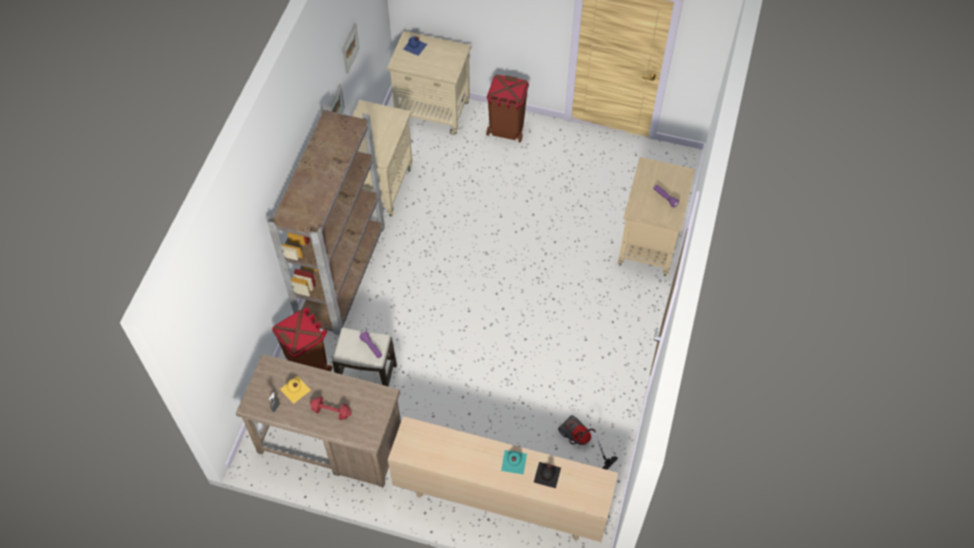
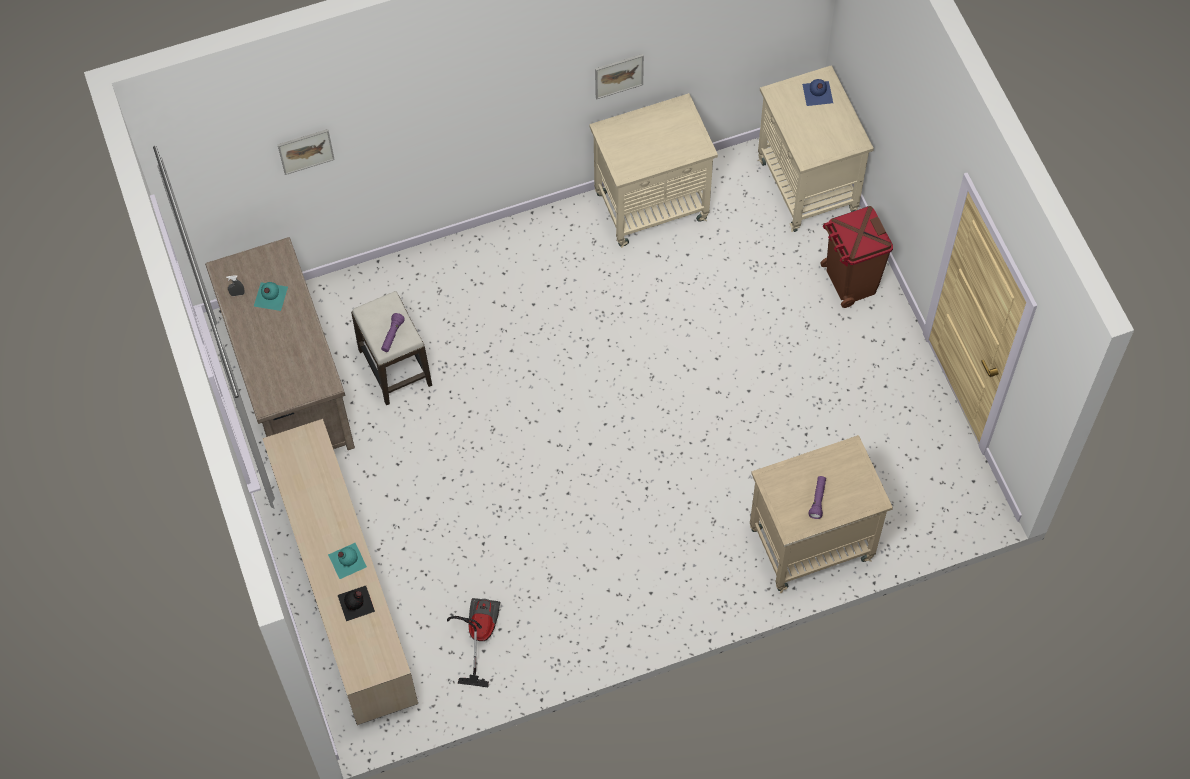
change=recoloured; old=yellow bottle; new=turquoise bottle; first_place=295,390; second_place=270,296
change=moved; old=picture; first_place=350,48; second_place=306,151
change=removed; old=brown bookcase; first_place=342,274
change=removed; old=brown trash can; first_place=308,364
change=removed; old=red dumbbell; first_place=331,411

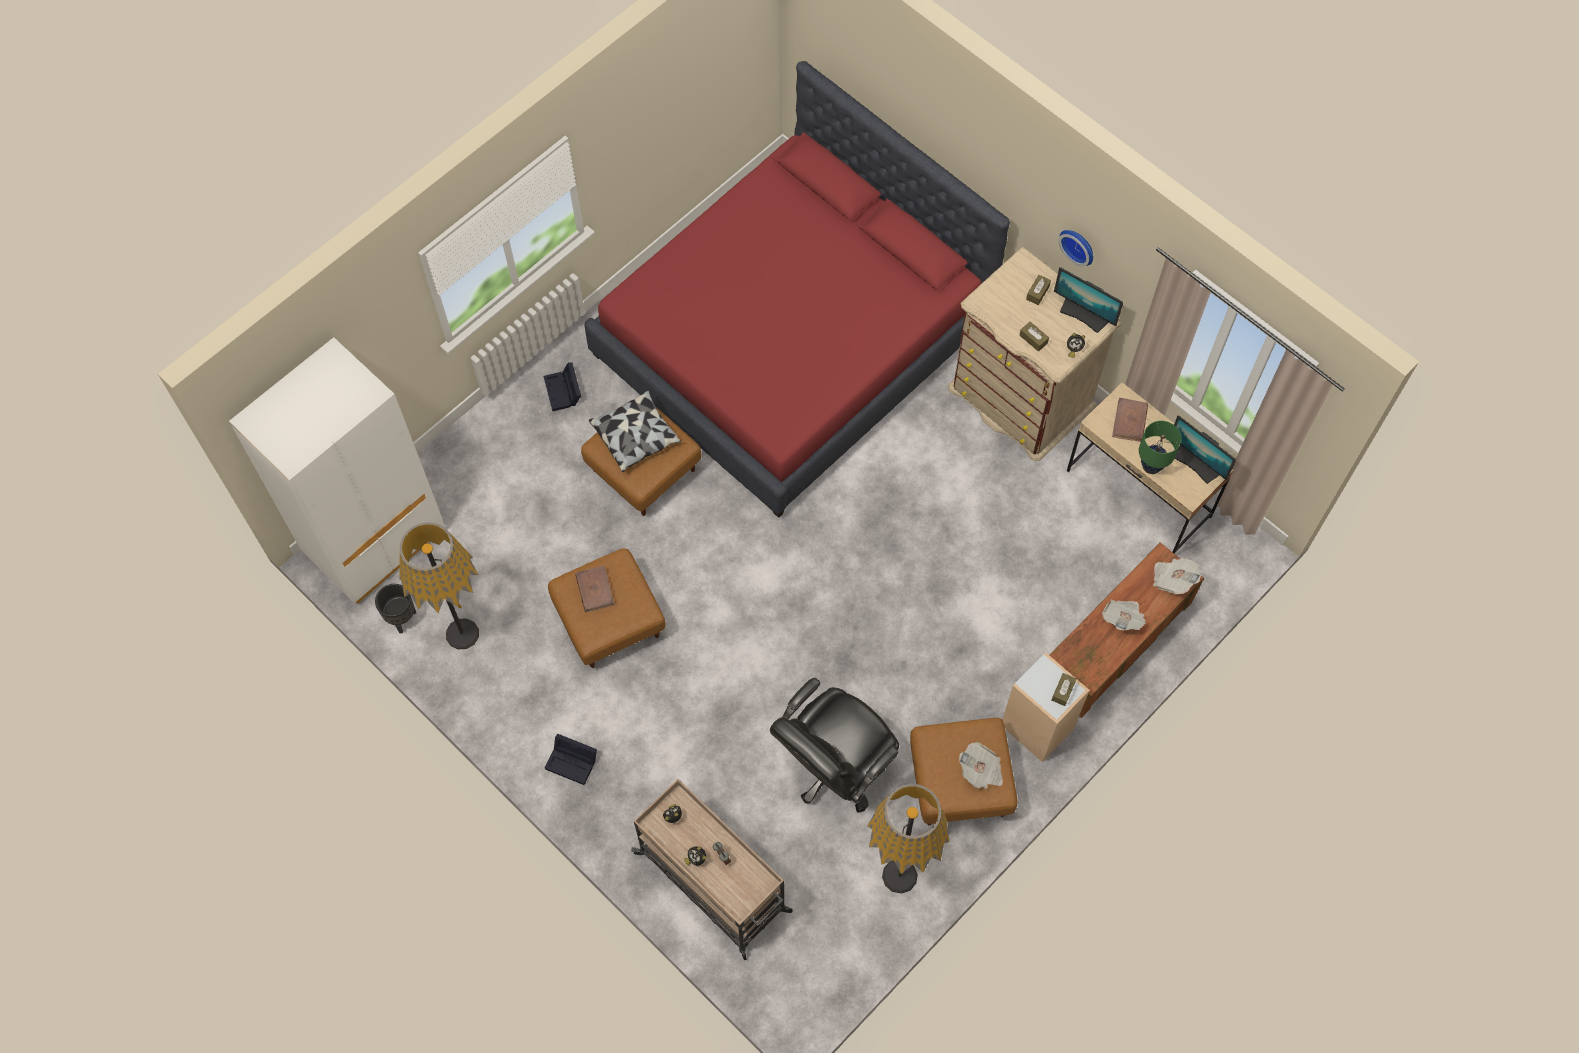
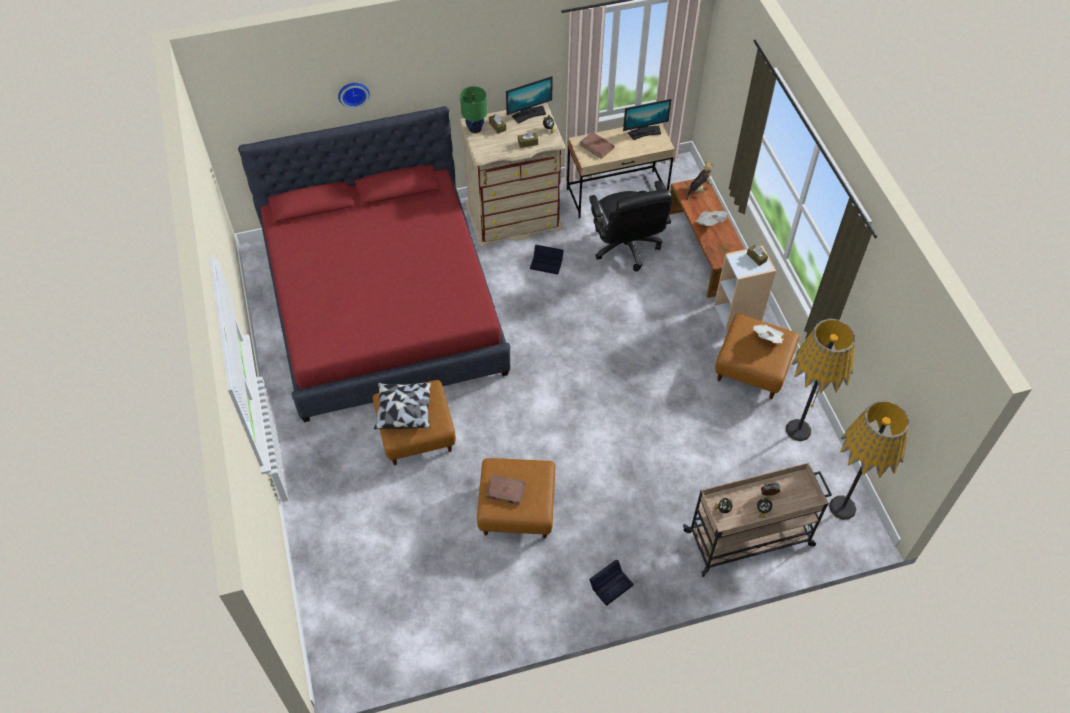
change=moved; old=wall clock; first_place=1078,245; second_place=353,93
change=moved; old=green table lamp; first_place=1151,465; second_place=475,128
change=moved; old=black storage box; first_place=563,392; second_place=547,263
change=moved; old=black office chair; first_place=833,768; second_place=626,249
change=replaced; old=newspaper; new=plush toy; first_place=1173,579; second_place=699,189
change=moved; old=floor lamp; first_place=462,633; second_place=842,507
change=removed; old=white wardrobe; first_place=375,542
change=removed; old=black planter; first_place=401,618

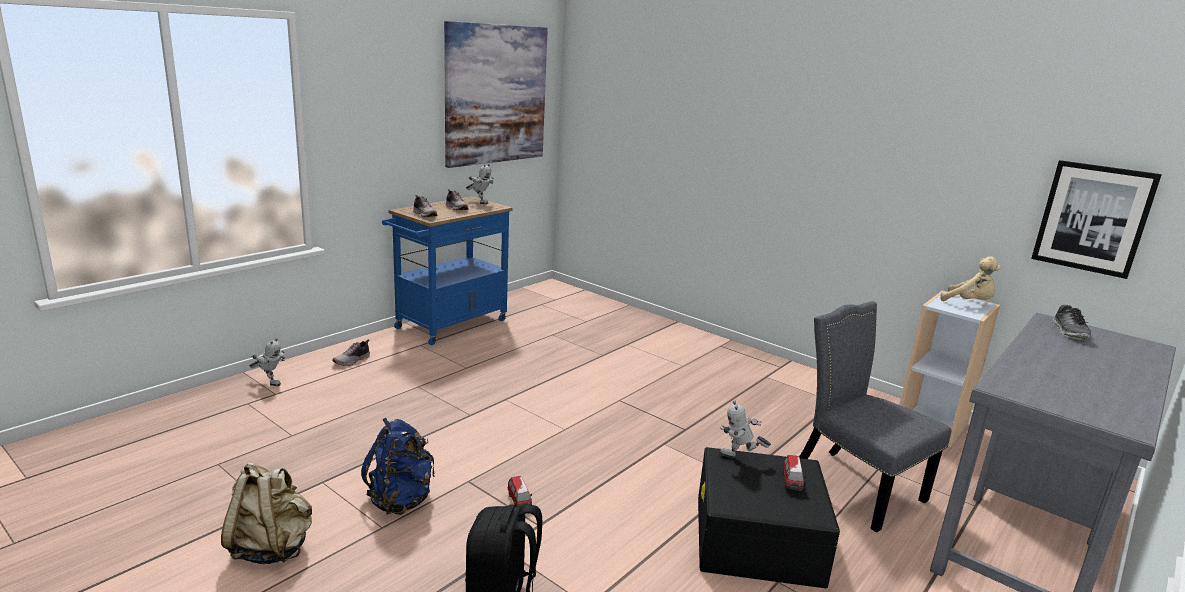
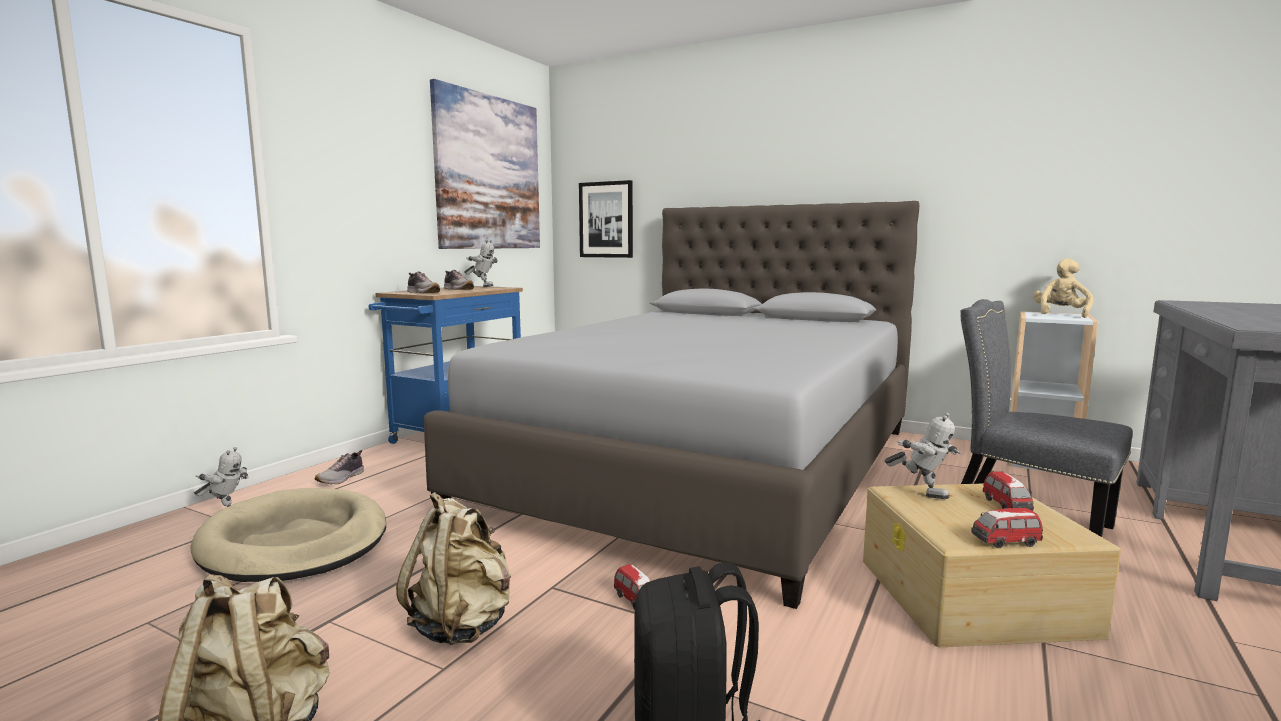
change=added; new=beige dog bed; second_place=295,542
change=recoloured; old=blue backpack; new=beige backpack; first_place=401,500; second_place=462,625
change=added; new=grey bed; second_place=708,465
change=moved; old=picture; first_place=1093,218; second_place=606,219
change=recoloured; old=black storage box; new=beige storage box; first_place=757,540; second_place=973,596
change=turned; old=toy robot; first_place=739,459; second_place=921,492; degrees=-135
change=added; new=toy car; second_place=1005,542
change=turned; old=beige plush toy; first_place=969,303; second_place=1060,314; degrees=-90
change=removed; old=shoe; first_place=1069,332

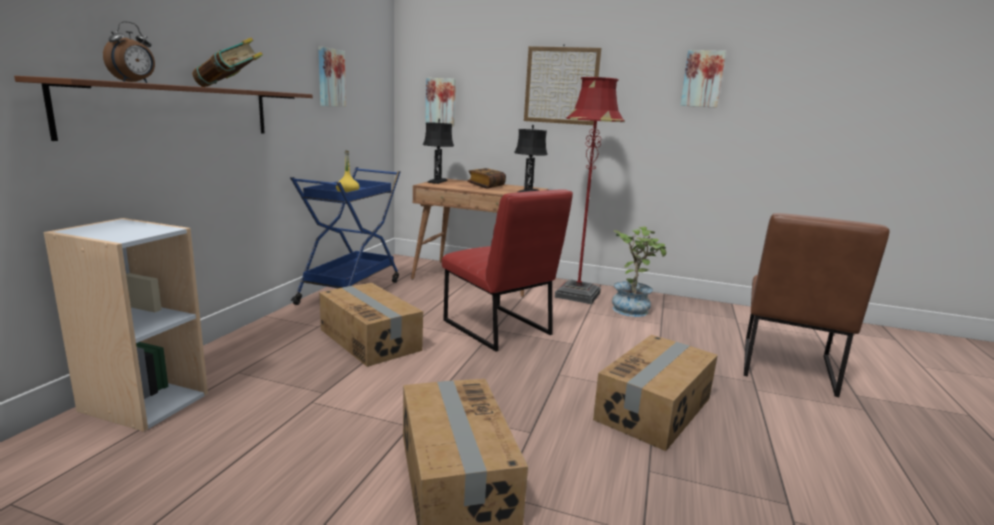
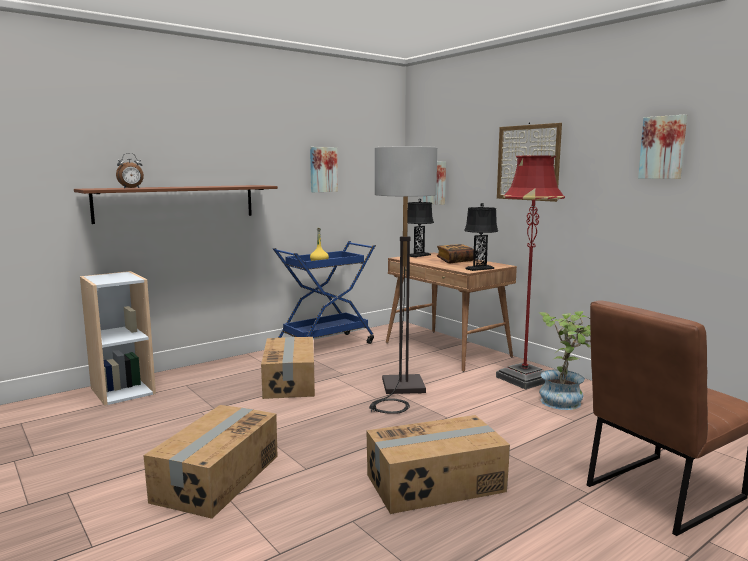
change=replaced; old=red chair; new=floor lamp; first_place=498,328; second_place=399,392
change=removed; old=book; first_place=229,88

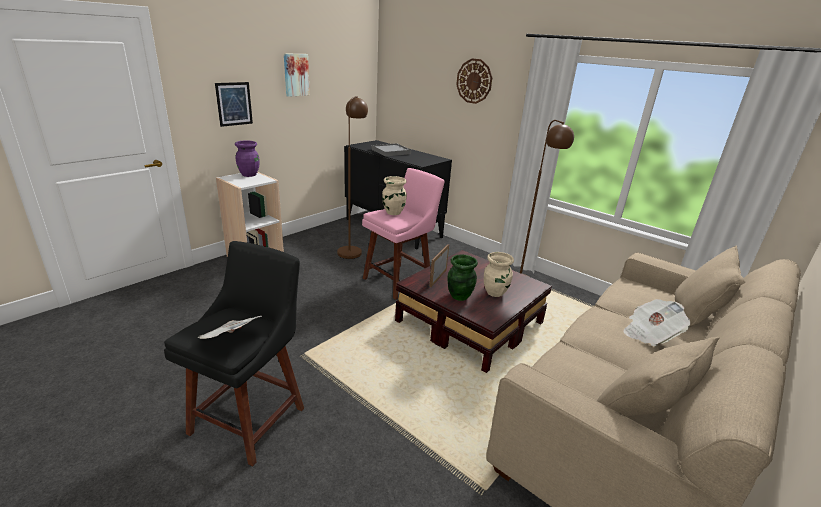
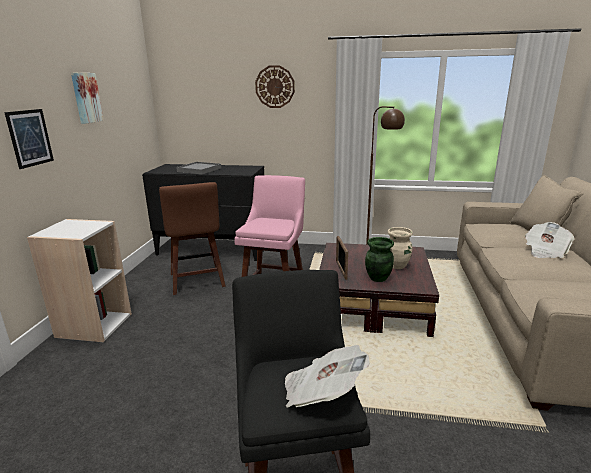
change=replaced; old=brown floor lamp; new=brown stool; first_place=352,250; second_place=197,281
change=removed; old=purple vase; first_place=249,174
change=removed; old=beige vase; first_place=393,212

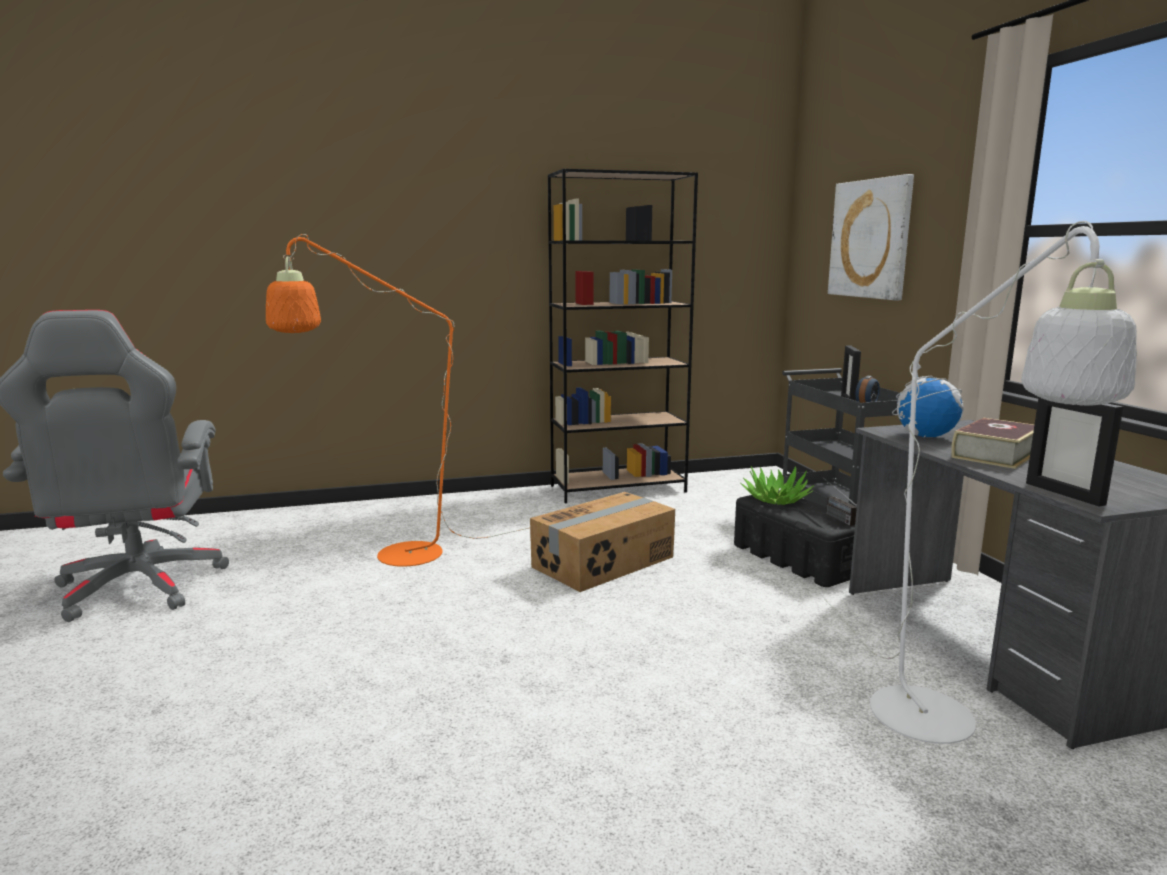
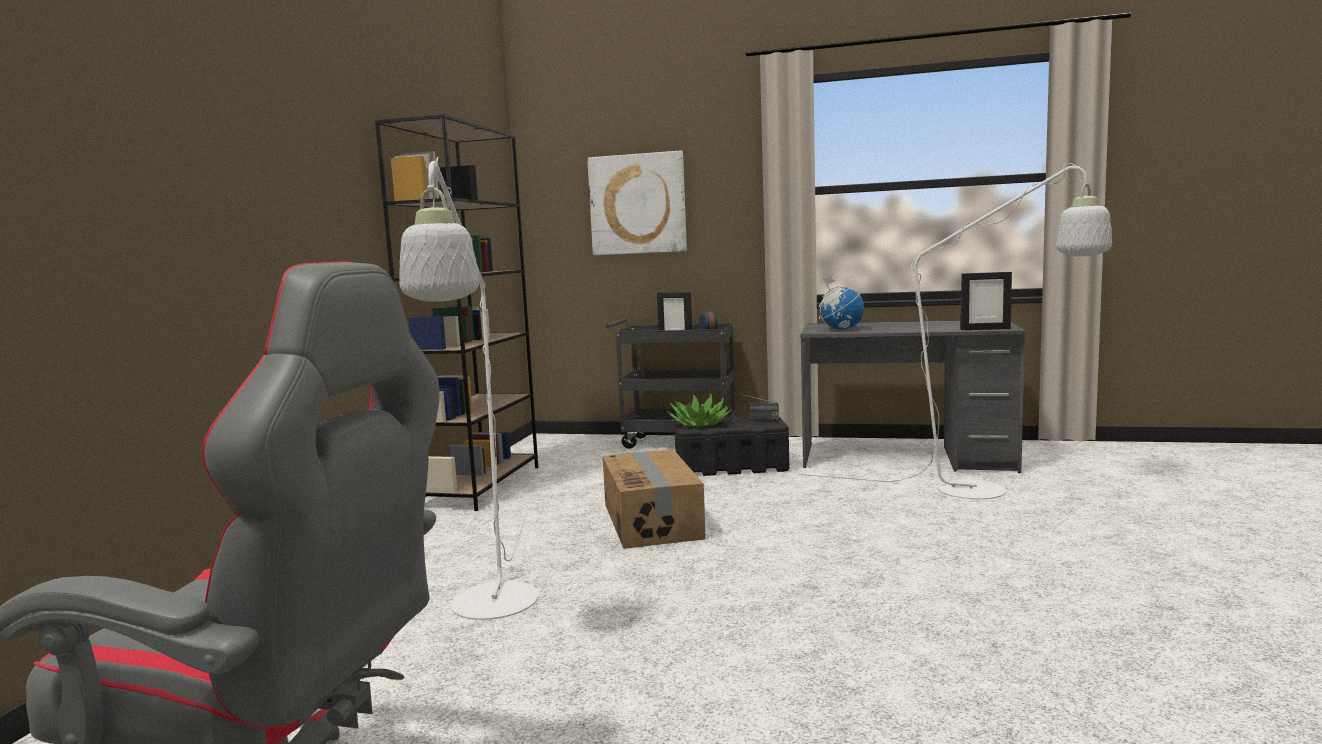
change=recoloured; old=orange floor lamp; new=white floor lamp; first_place=393,557; second_place=492,610
change=removed; old=book; first_place=996,454

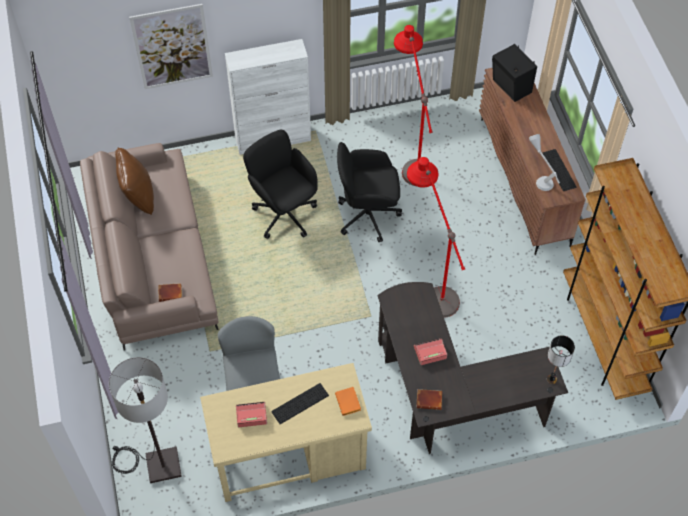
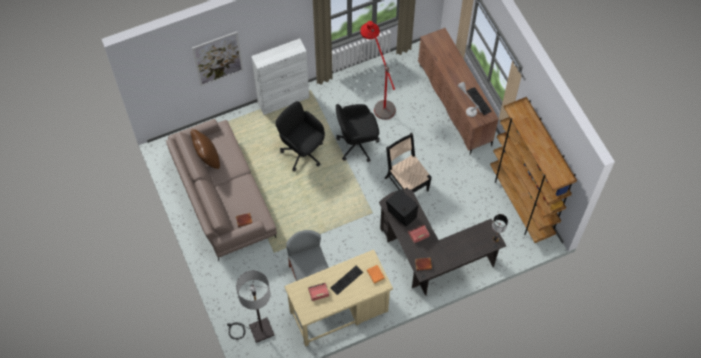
change=replaced; old=red floor lamp; new=chair; first_place=431,282; second_place=406,184
change=moved; old=black speaker; first_place=511,87; second_place=401,215

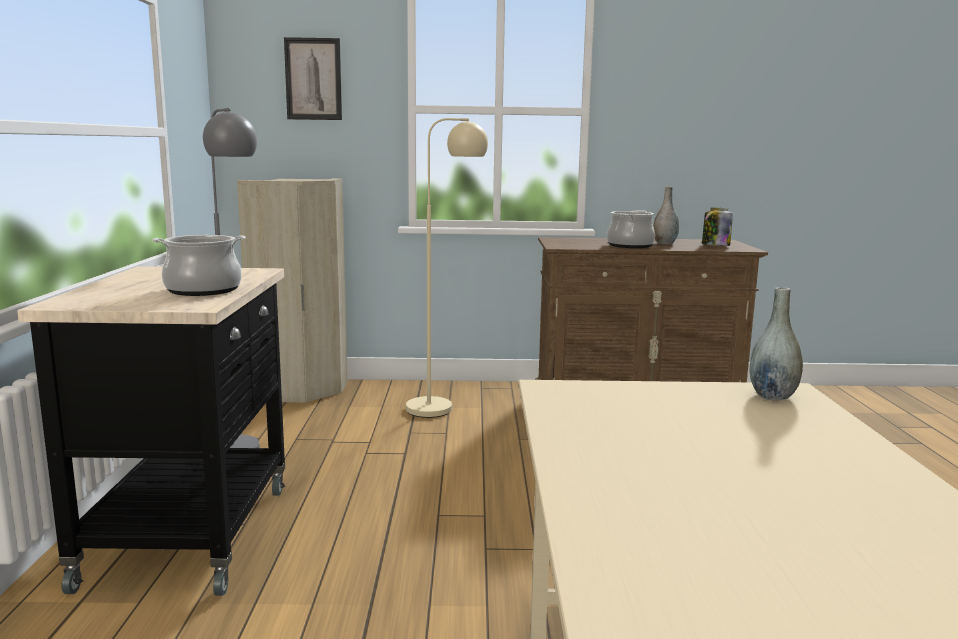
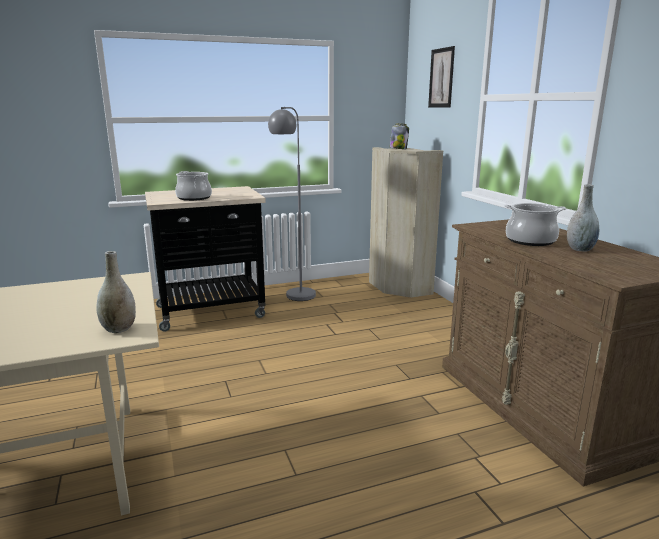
change=moved; old=jar; first_place=715,246; second_place=398,149
change=removed; old=beige floor lamp; first_place=443,408

